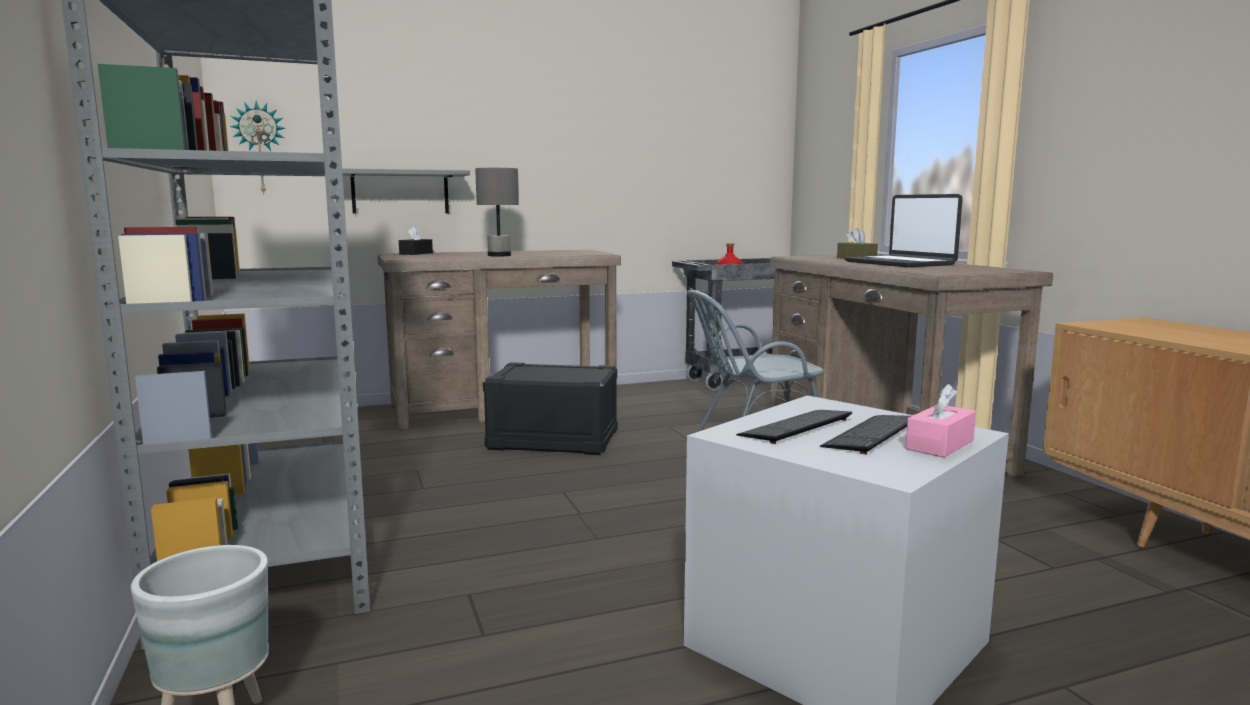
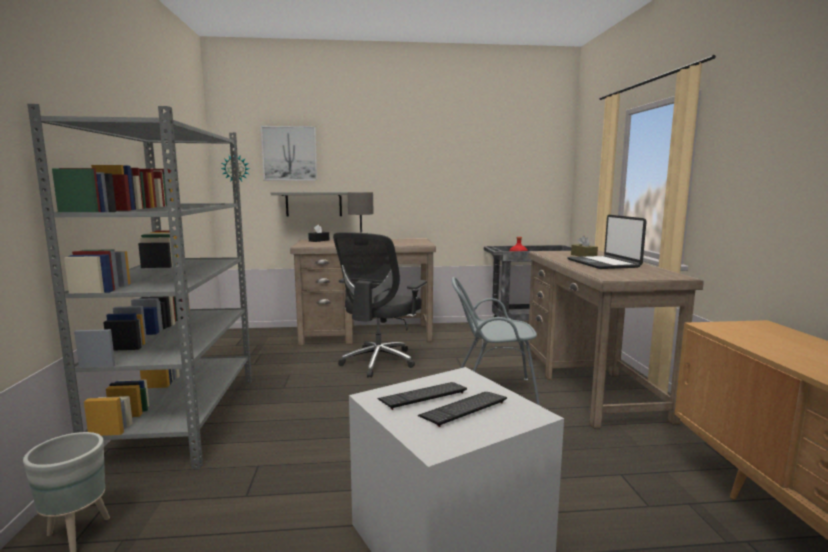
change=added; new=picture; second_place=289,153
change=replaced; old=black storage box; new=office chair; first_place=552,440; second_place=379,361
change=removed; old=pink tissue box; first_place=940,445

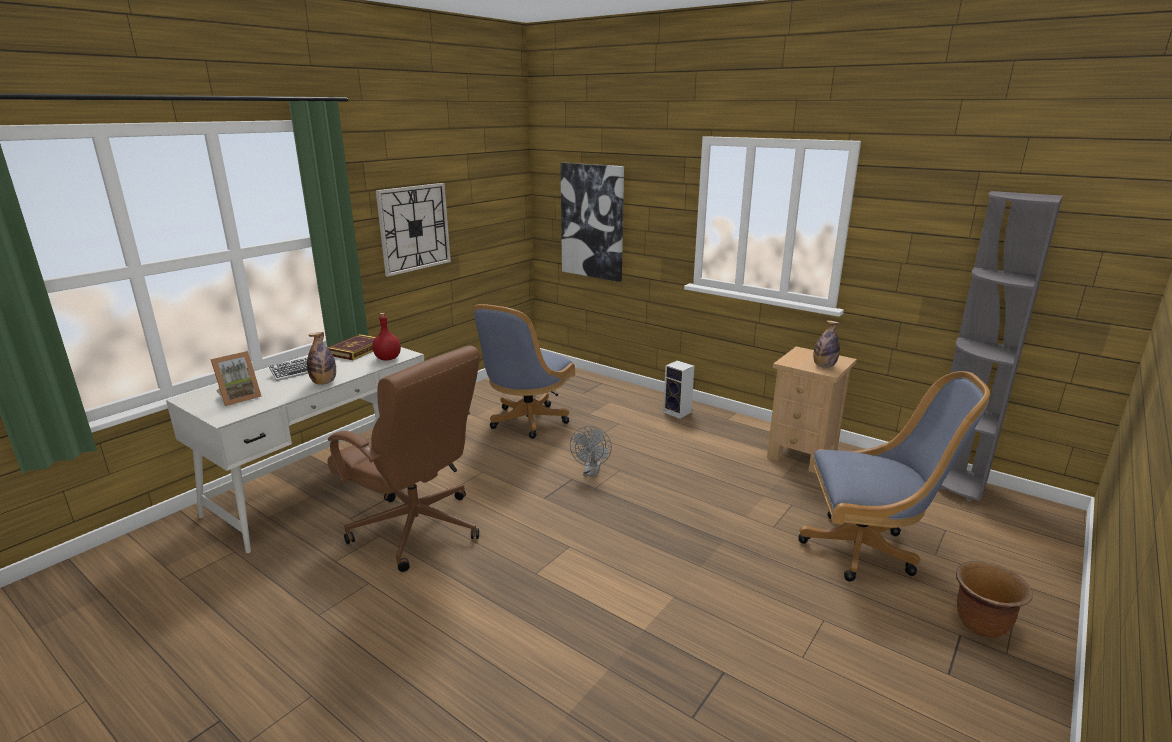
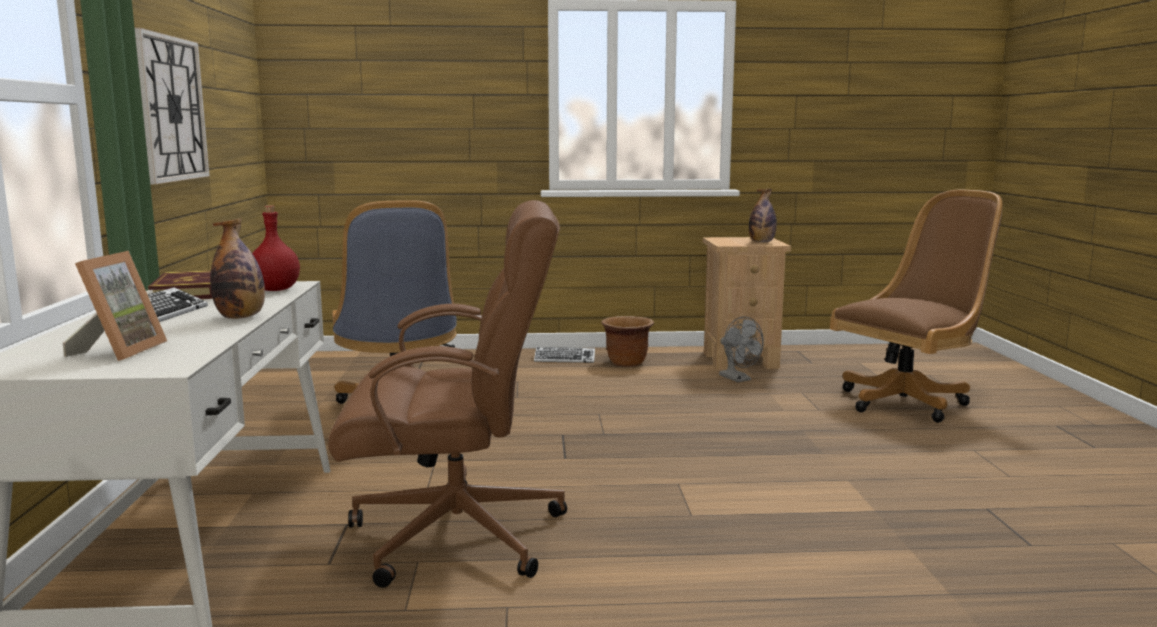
change=replaced; old=speaker; new=keyboard; first_place=678,412; second_place=564,359
change=moved; old=brown planter; first_place=981,624; second_place=627,363
change=moved; old=grey fan; first_place=591,472; second_place=738,379
change=recoloured; old=blue office chair; new=brown office chair; first_place=867,550; second_place=910,401
change=removed; old=picture; first_place=592,221
change=removed; old=grey bookcase; first_place=955,487

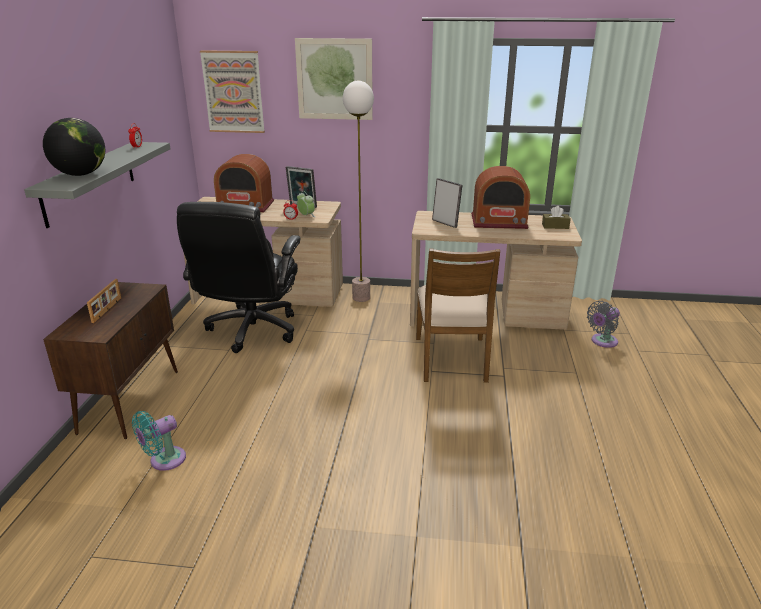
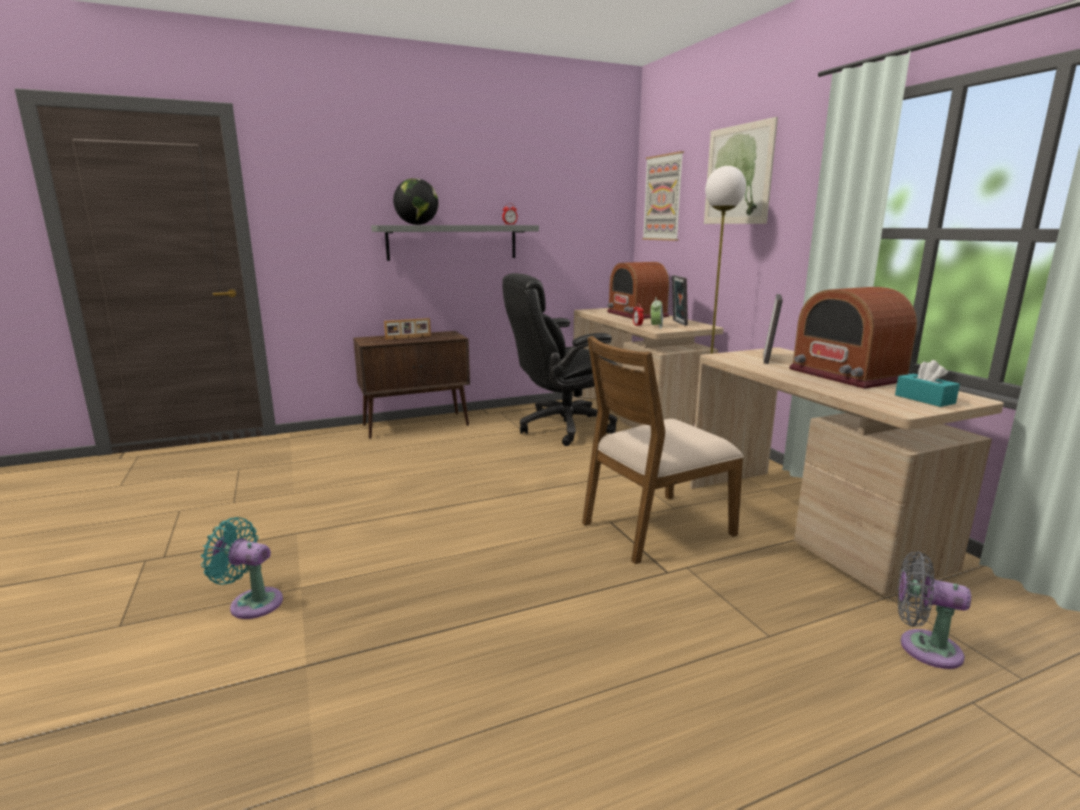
change=moved; old=turquoise fan; first_place=164,460; second_place=252,602
change=recoloured; old=brown tissue box; new=turquoise tissue box; first_place=555,226; second_place=924,399

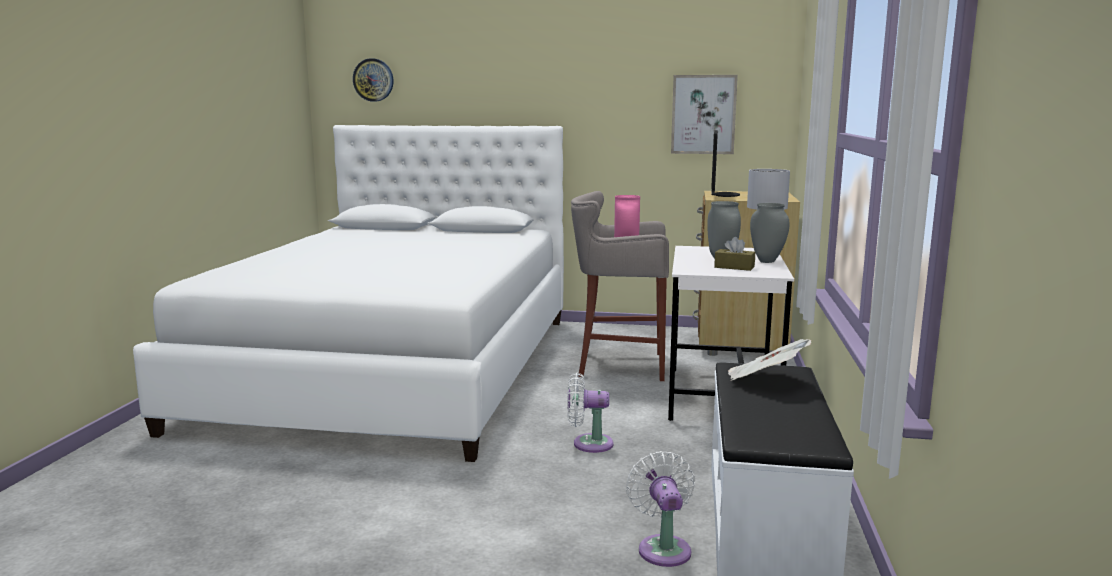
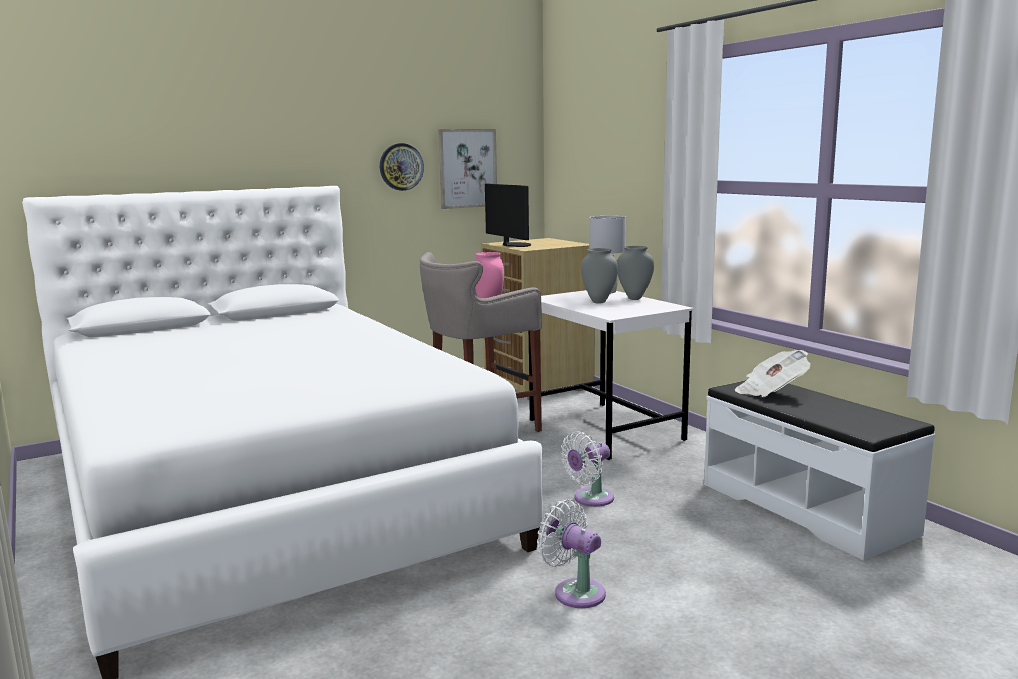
change=moved; old=wall clock; first_place=373,80; second_place=401,167
change=moved; old=white fan; first_place=663,548; second_place=575,592
change=removed; old=brown tissue box; first_place=734,267

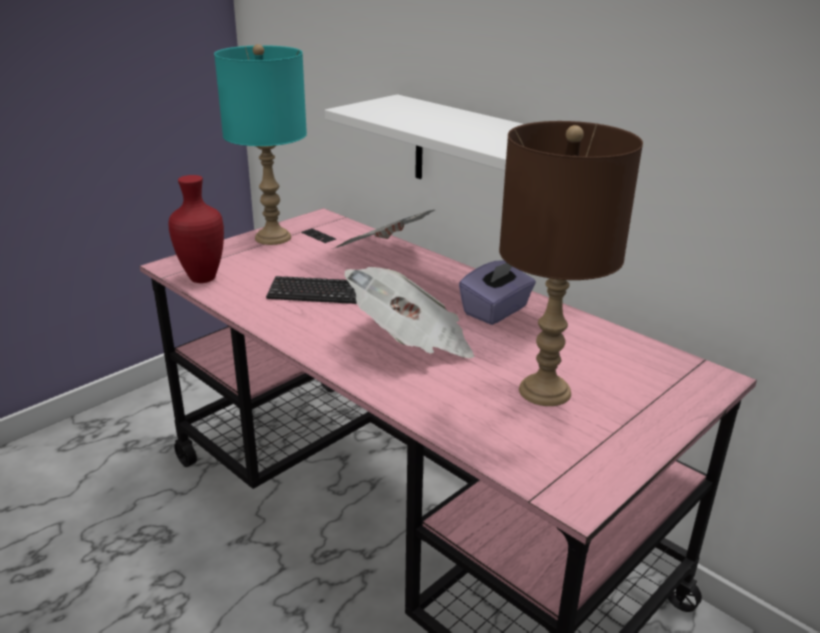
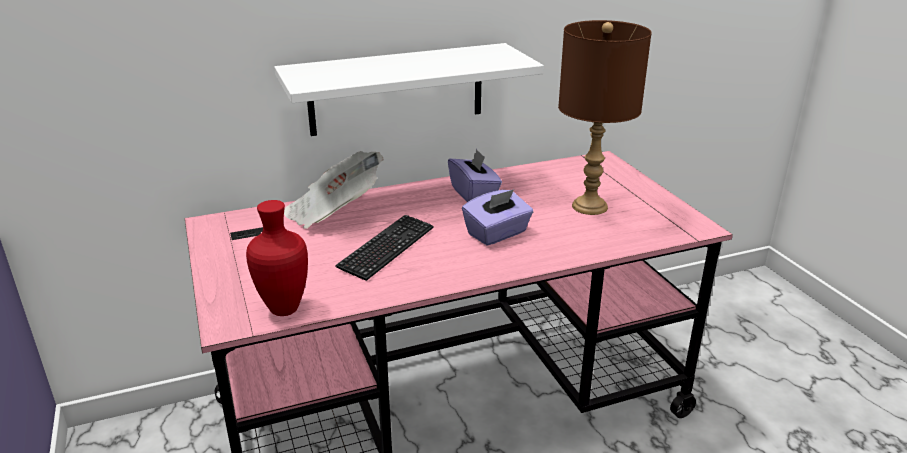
change=replaced; old=newspaper; new=purple tissue box; first_place=412,343; second_place=497,234
change=removed; old=turquoise table lamp; first_place=272,238

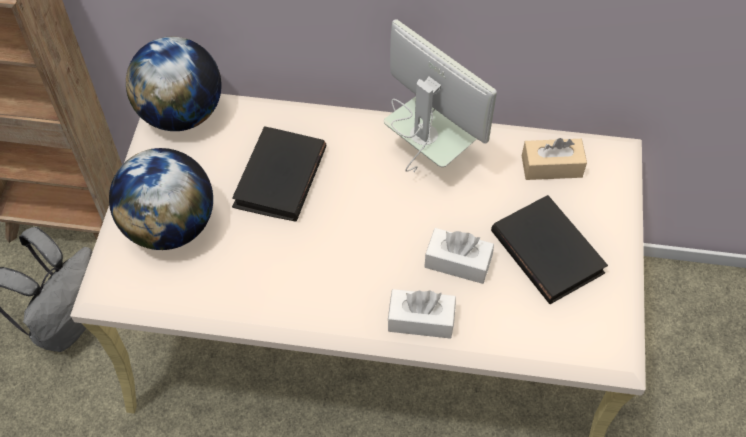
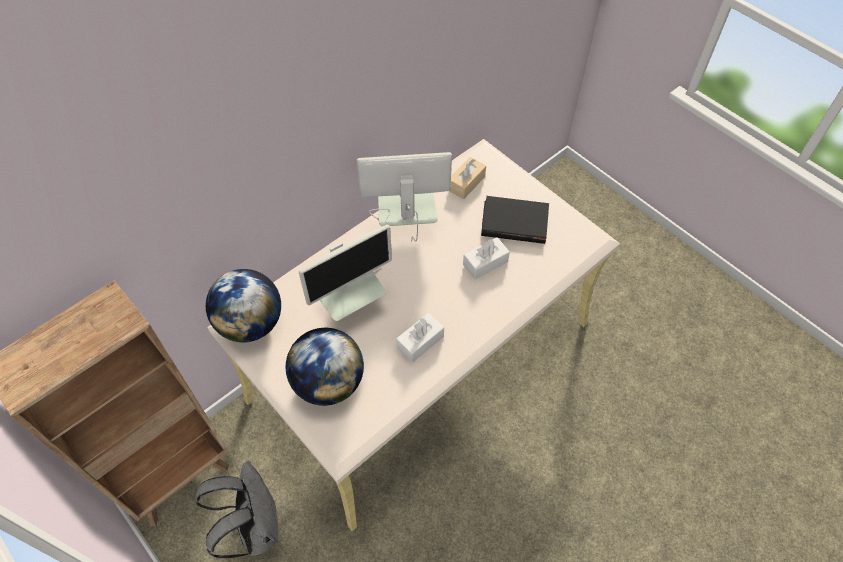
change=replaced; old=black book; new=monitor; first_place=280,178; second_place=351,305
change=moved; old=white tissue box; first_place=421,320; second_place=420,342

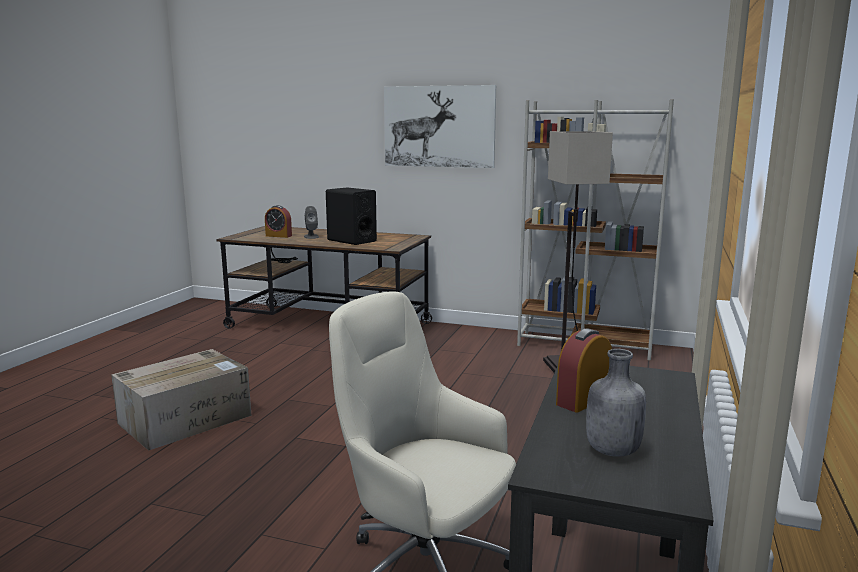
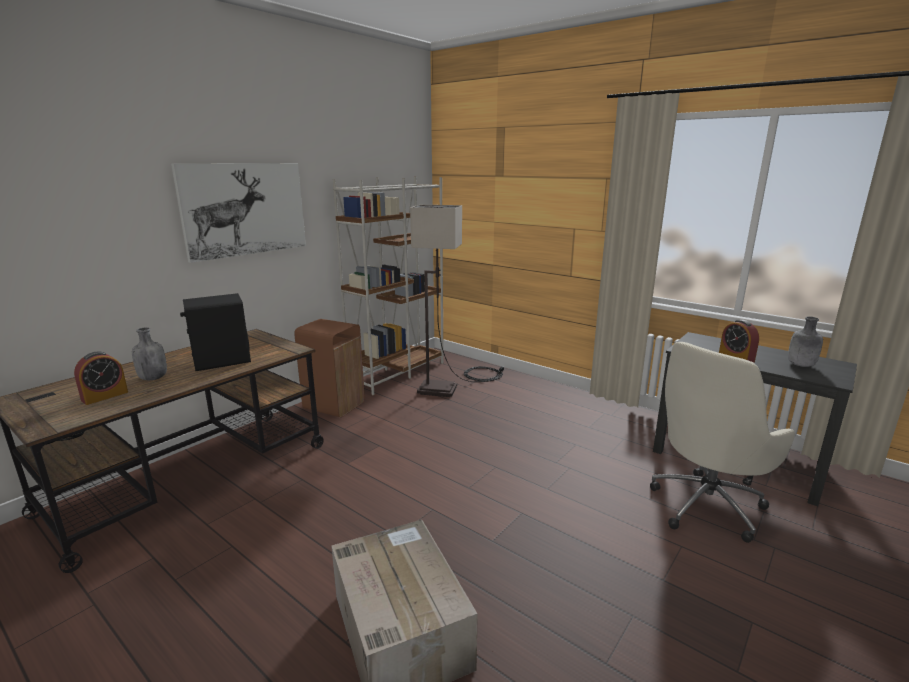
change=replaced; old=grey speaker; new=grey bottle; first_place=311,236; second_place=153,378
change=added; new=brown trash can; second_place=334,405

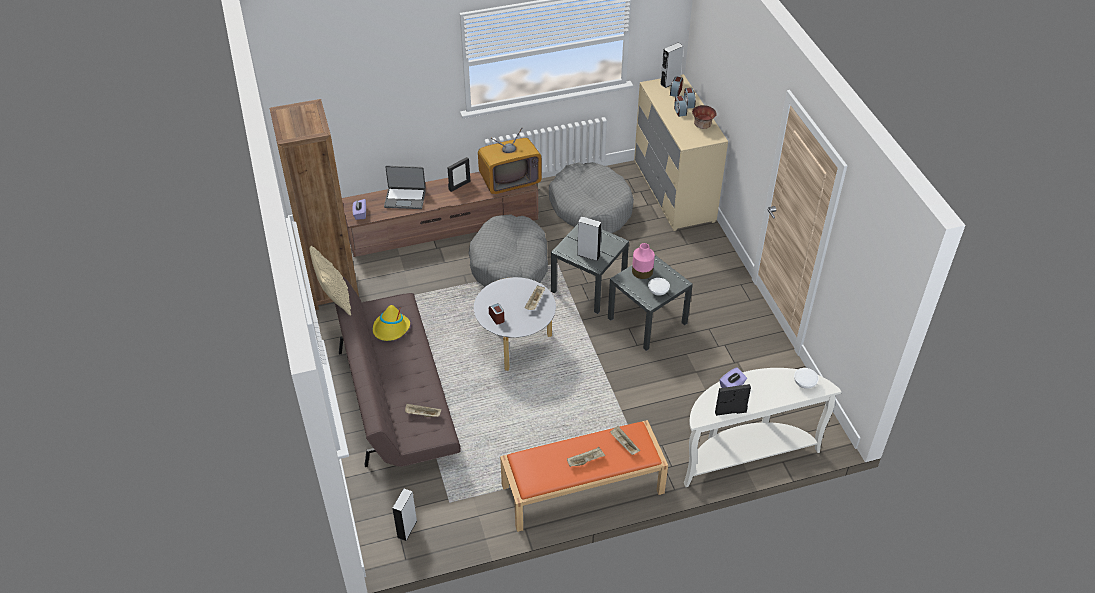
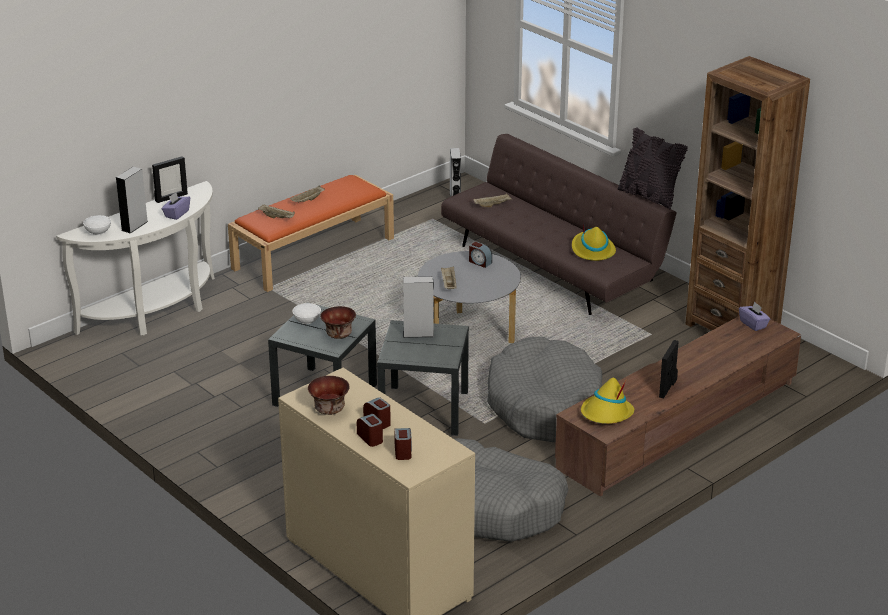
change=moved; old=grey speaker; first_place=670,82; second_place=134,226
change=replaced; old=pink vase; new=bowl; first_place=642,271; second_place=339,335
change=replaced; old=television; new=yellow hat; first_place=510,180; second_place=606,414
change=recoloured; old=beige pillow; new=black pillow; first_place=335,298; second_place=649,196
change=removed; old=laptop; first_place=405,198

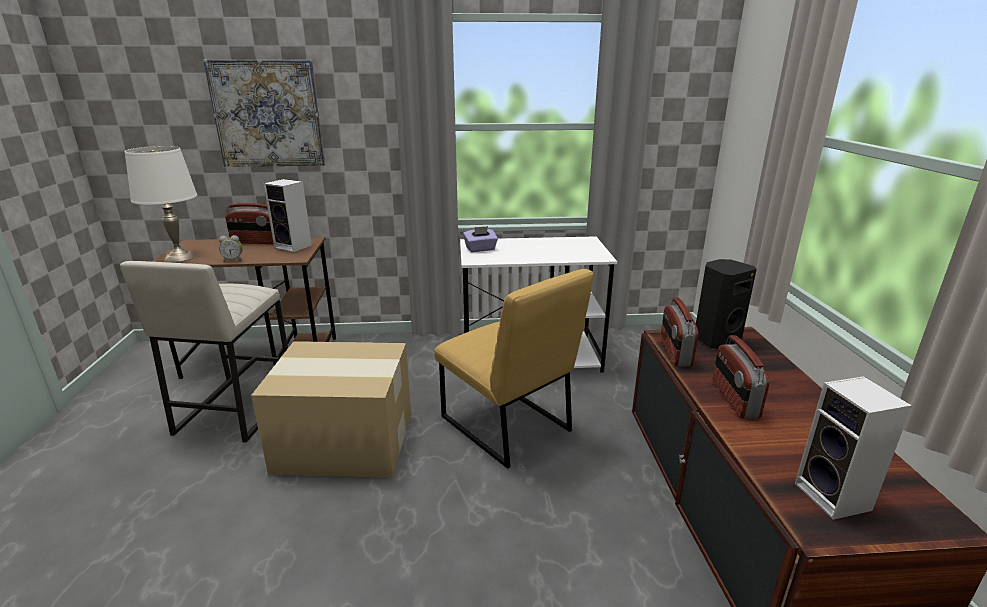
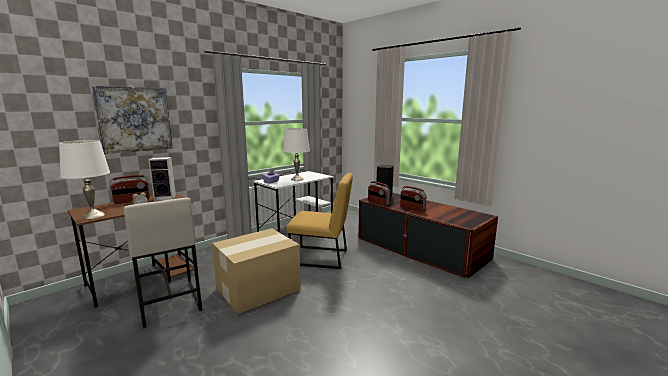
change=added; new=white table lamp; second_place=297,179
change=removed; old=speaker; first_place=835,498

